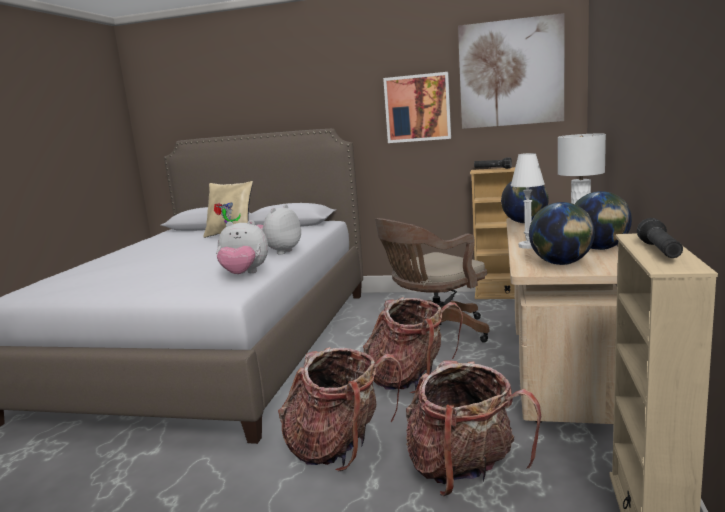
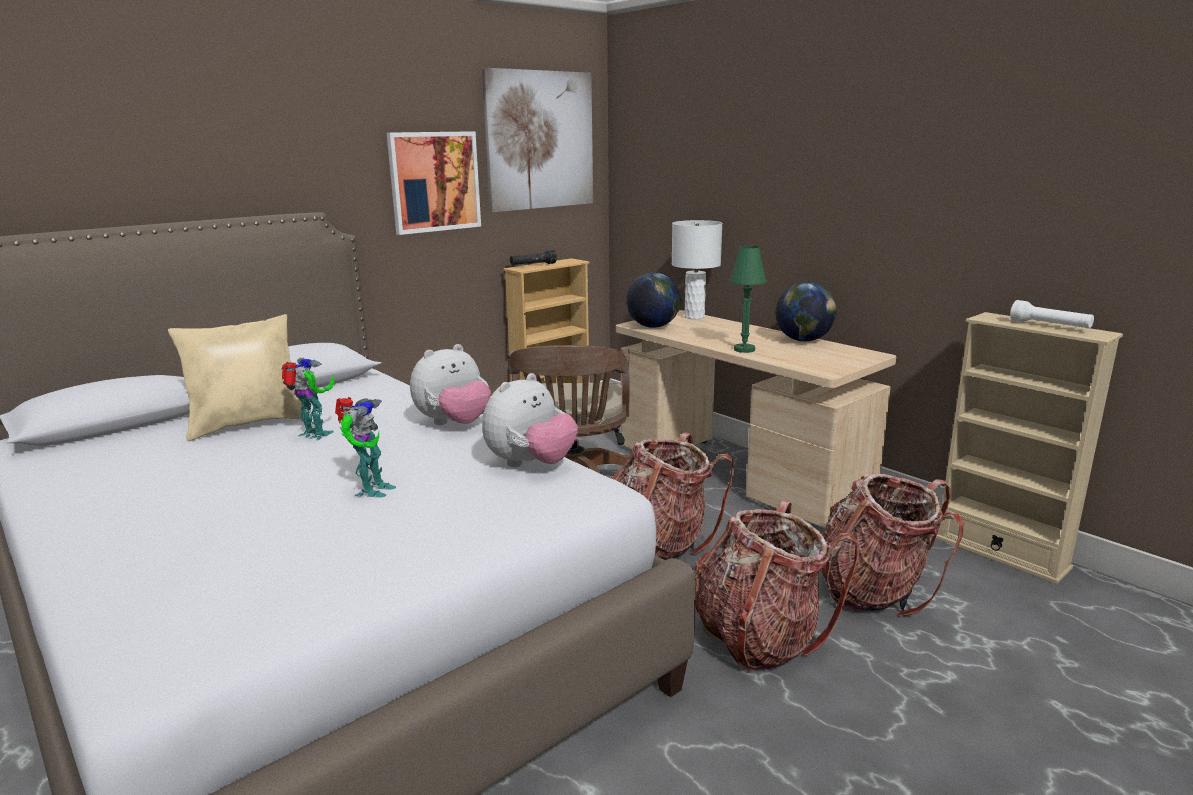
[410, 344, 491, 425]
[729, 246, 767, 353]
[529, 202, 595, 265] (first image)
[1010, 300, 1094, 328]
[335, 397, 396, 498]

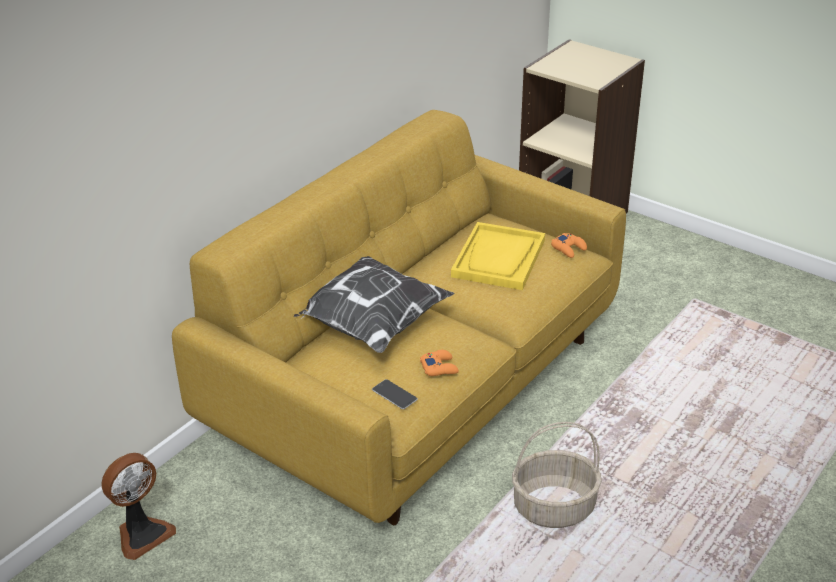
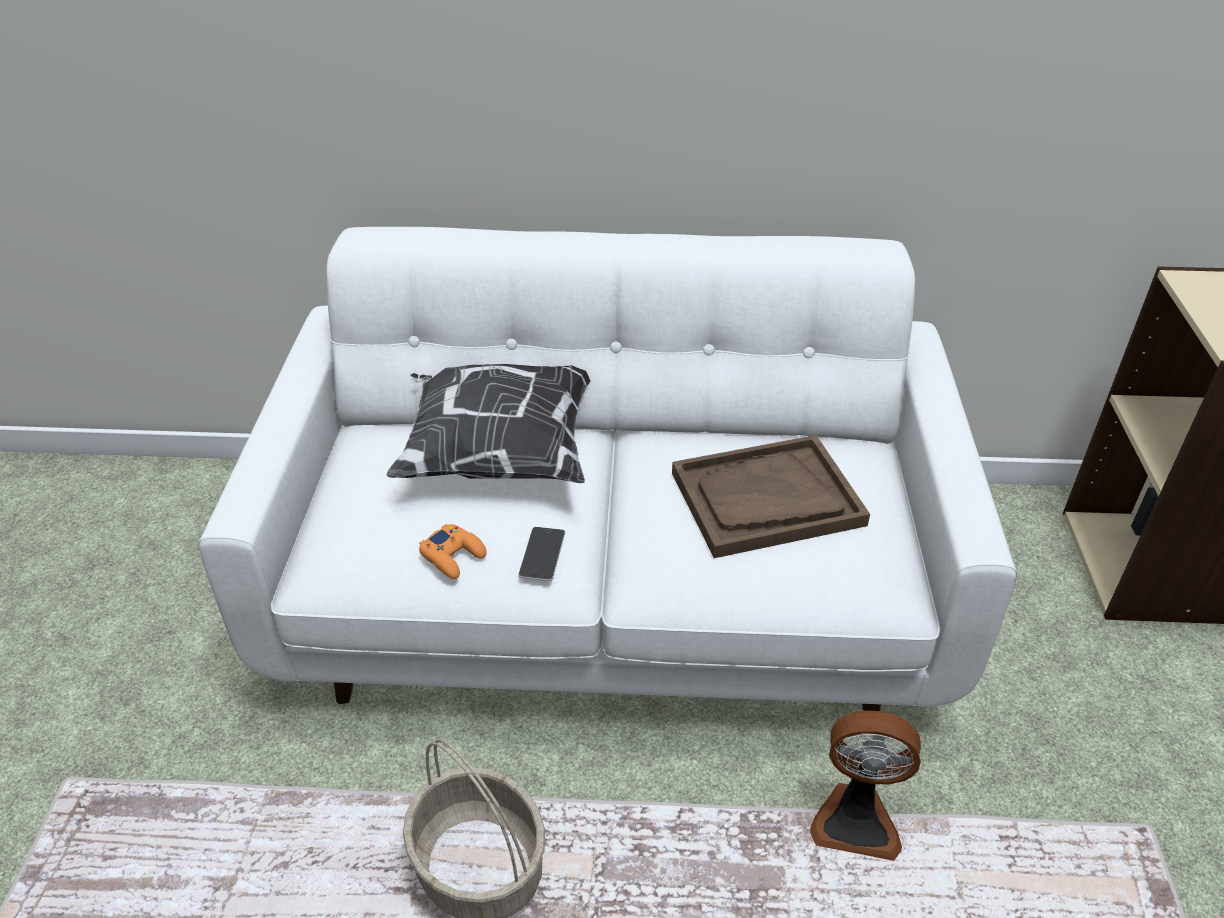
[810, 711, 921, 861]
[198, 227, 1017, 711]
[518, 527, 565, 581]
[672, 435, 870, 558]
[551, 233, 587, 258] (first image)

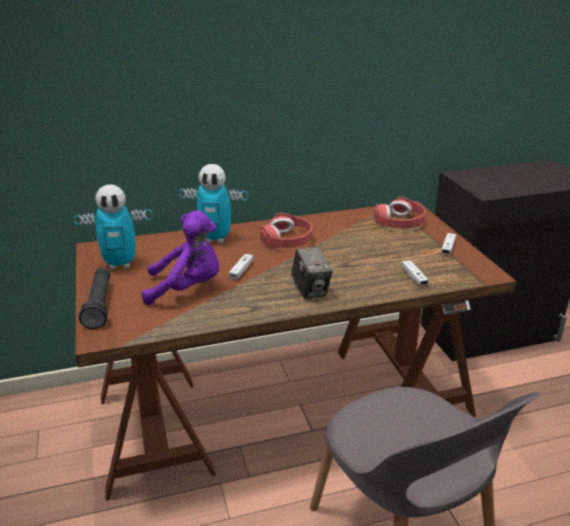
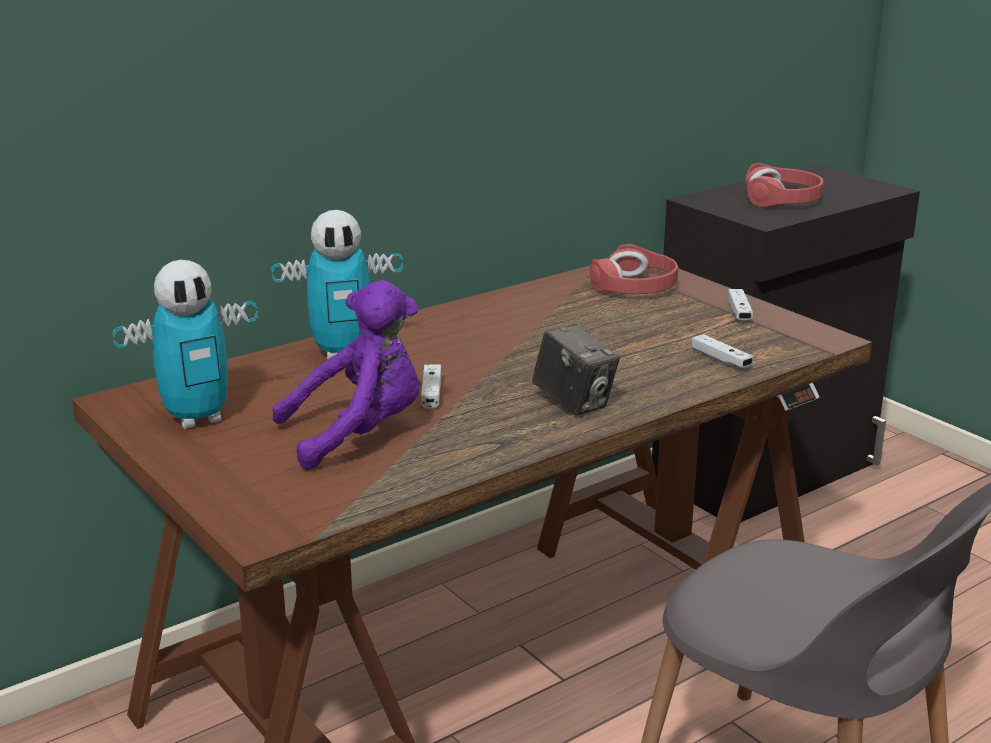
[79, 268, 110, 329] (first image)
[745, 163, 824, 208]

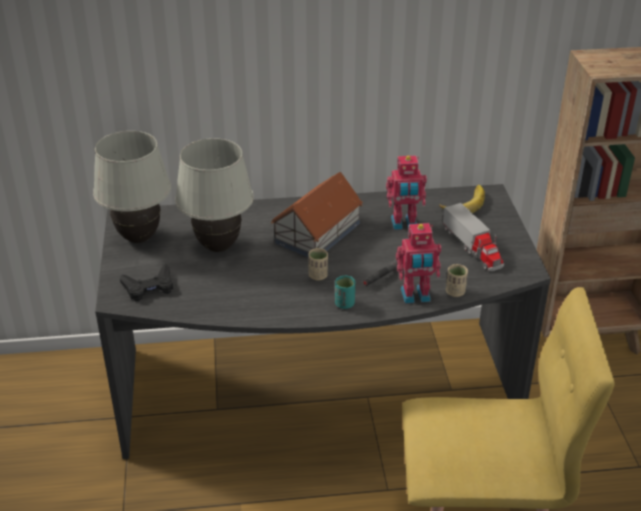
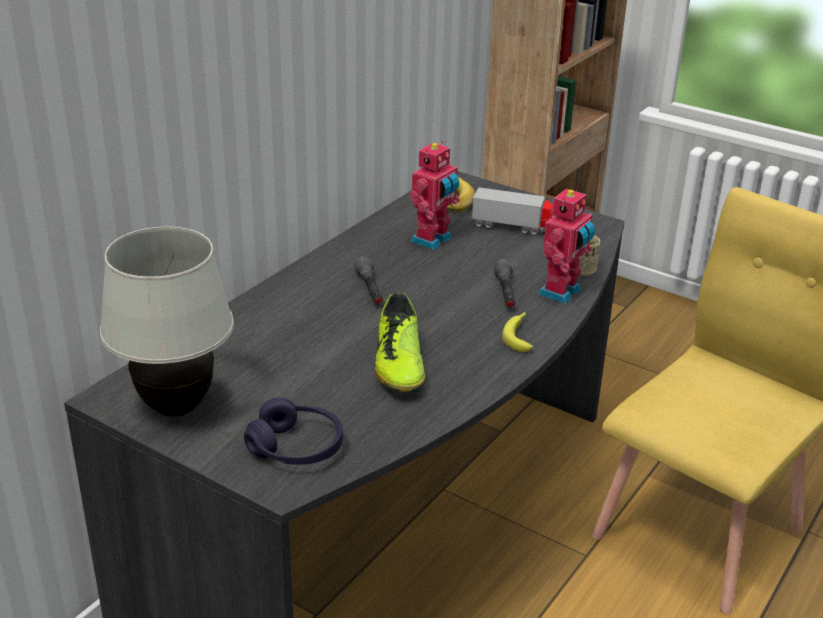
[244, 397, 343, 465]
[175, 138, 254, 252] (first image)
[354, 256, 383, 305]
[308, 248, 328, 280] (first image)
[502, 312, 533, 352]
[375, 293, 425, 392]

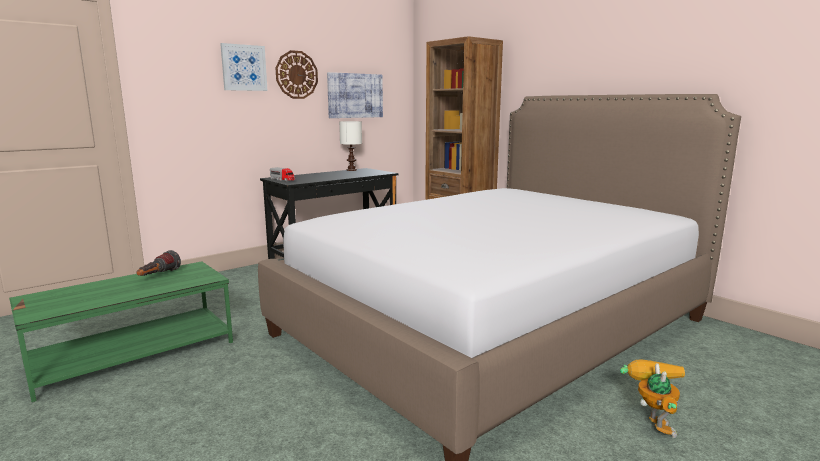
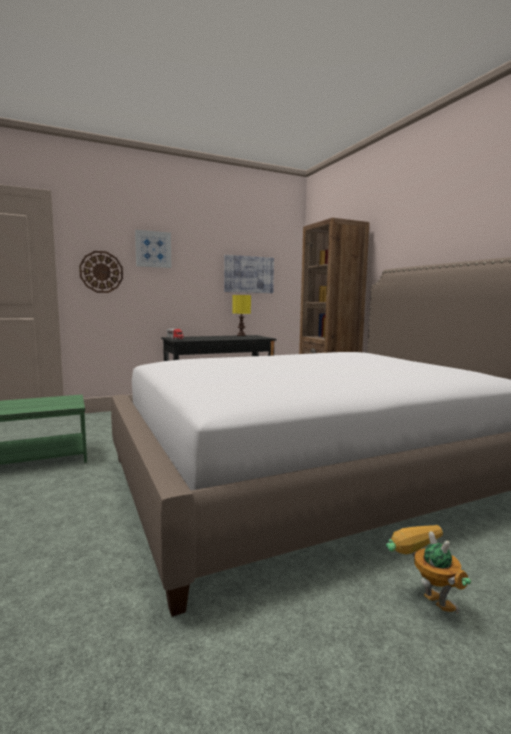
[137, 250, 181, 276] (first image)
[79, 251, 123, 293]
[232, 295, 251, 336]
[386, 525, 471, 614]

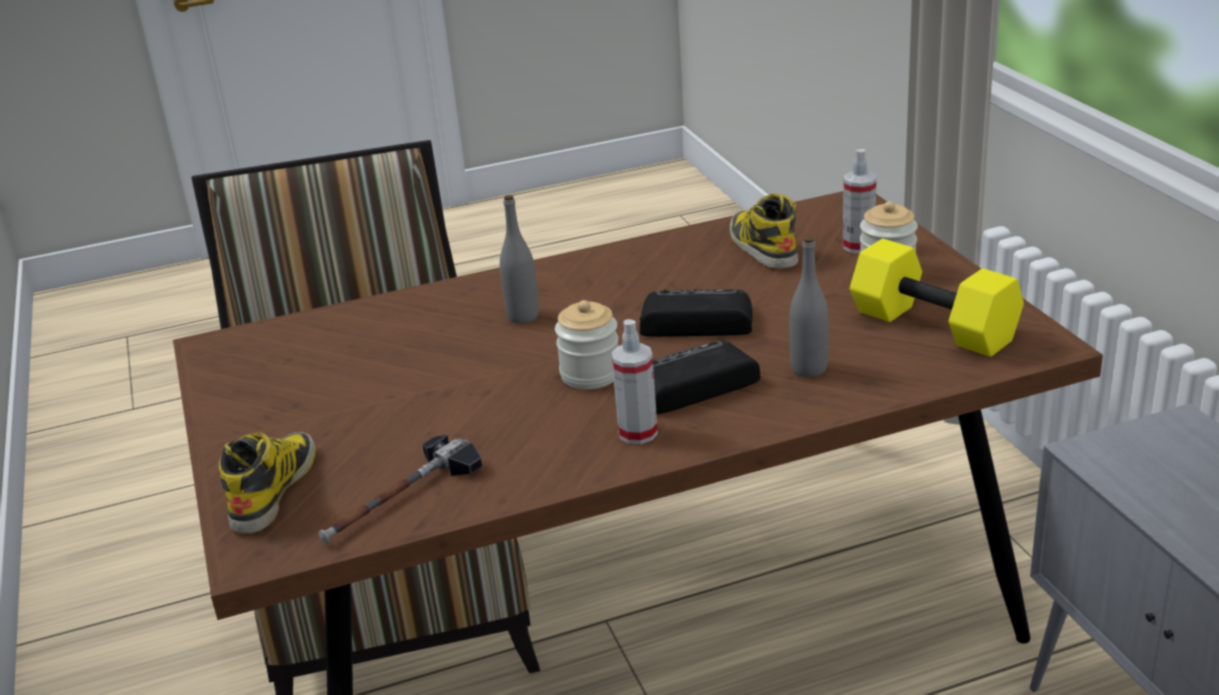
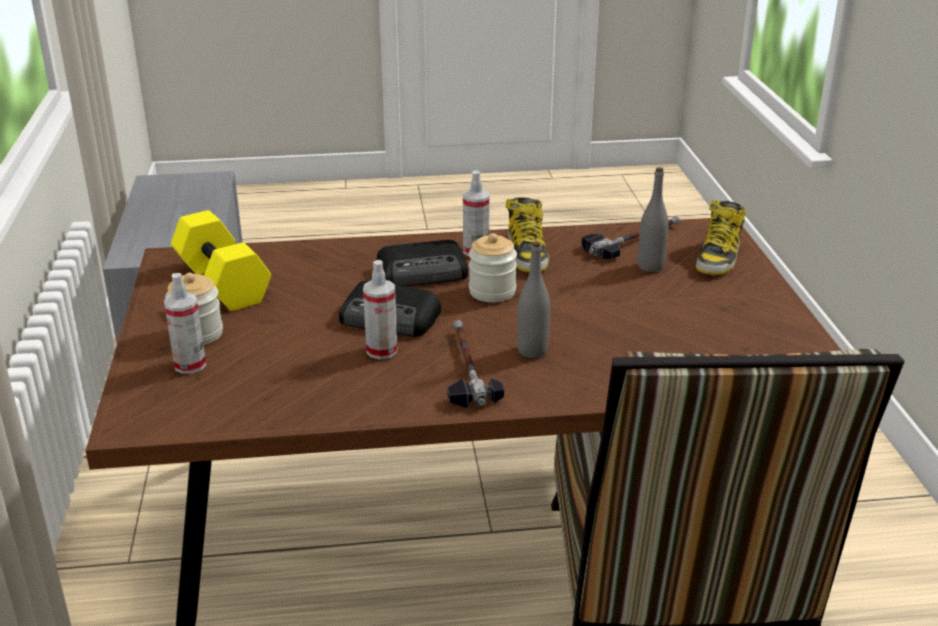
[506, 197, 549, 272]
[638, 167, 669, 272]
[363, 260, 397, 359]
[447, 320, 504, 409]

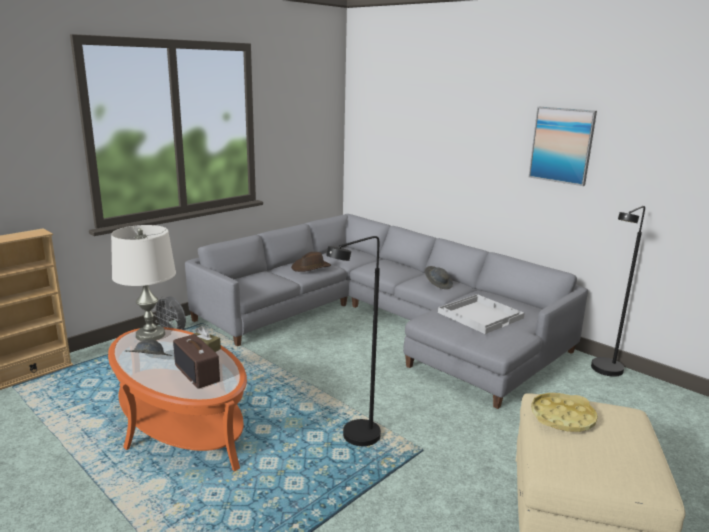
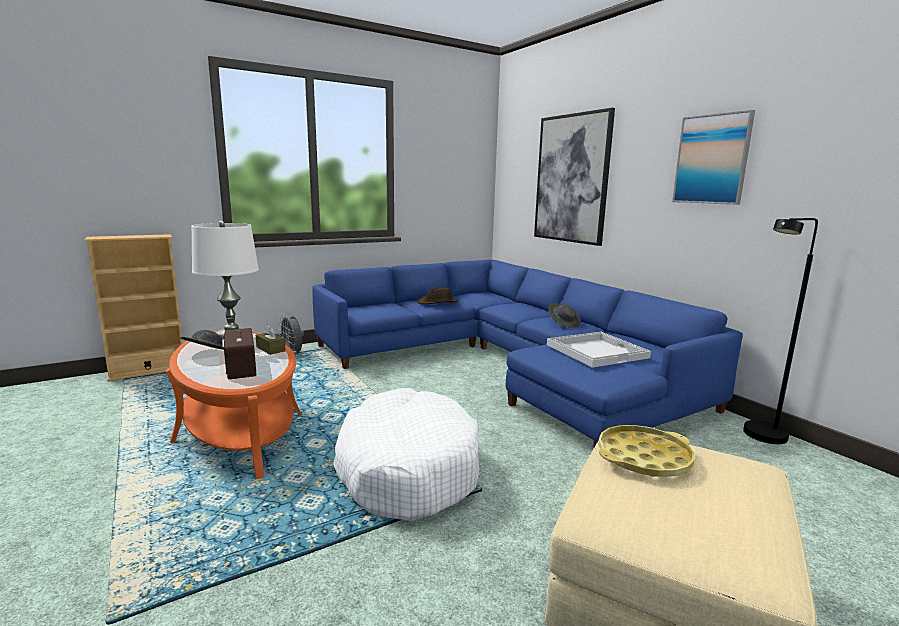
[312, 260, 743, 447]
[333, 388, 479, 521]
[534, 108, 615, 246]

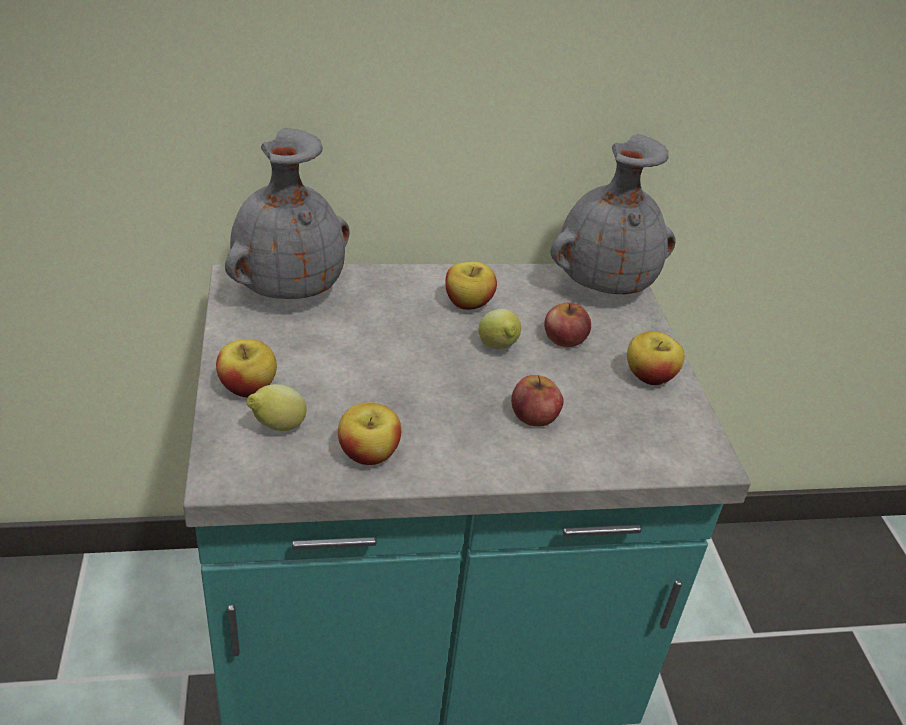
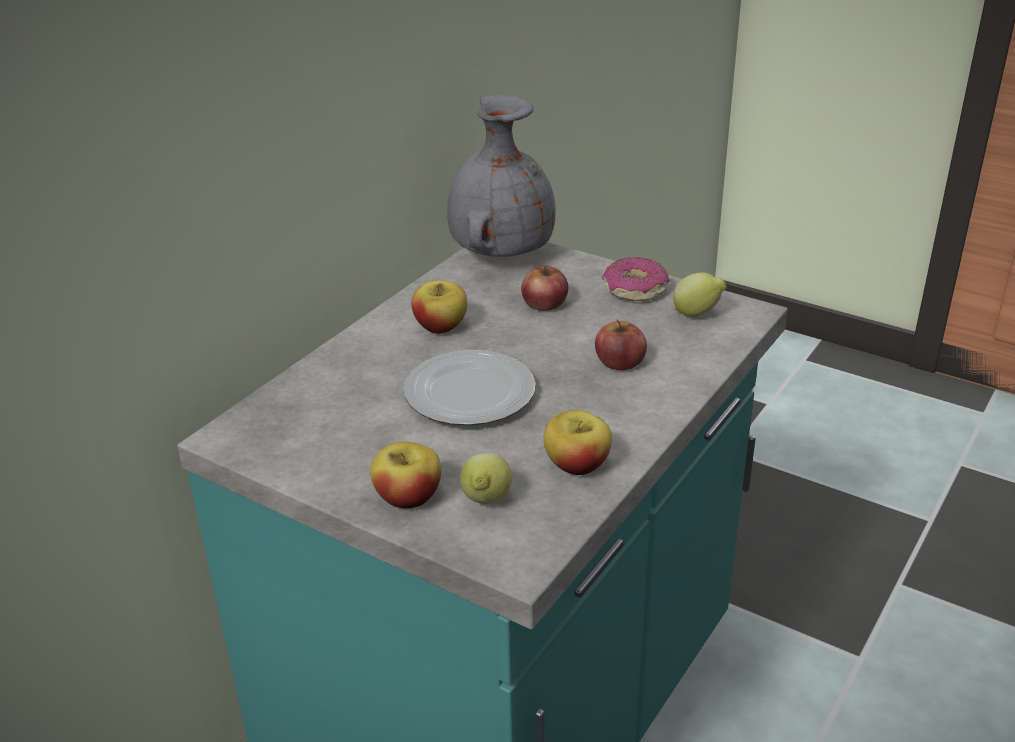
[225, 128, 349, 299] (first image)
[673, 272, 727, 317]
[602, 257, 669, 301]
[404, 350, 536, 425]

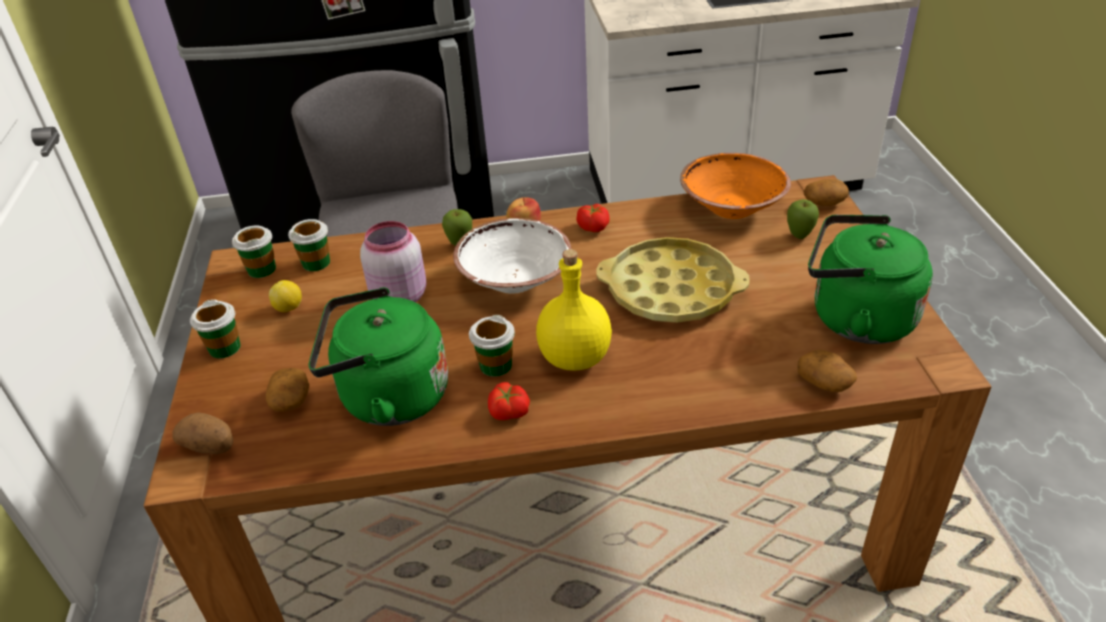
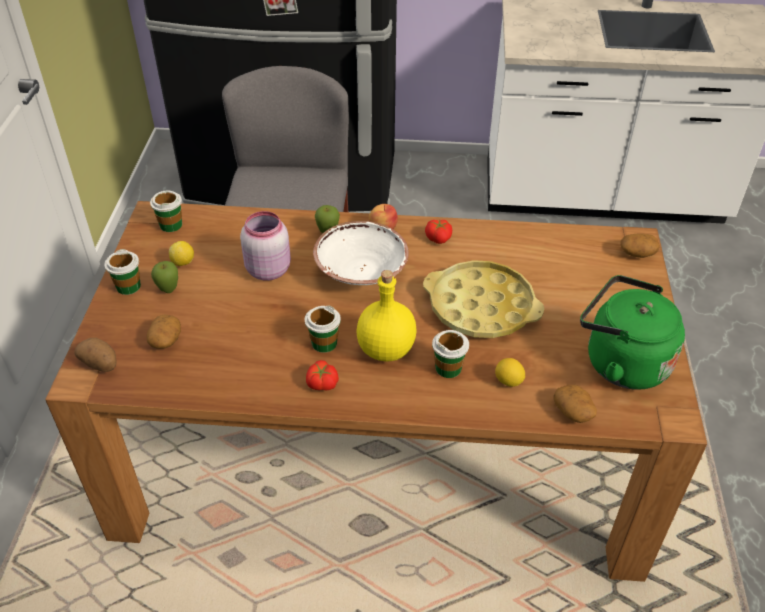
[432, 330, 469, 378]
[308, 287, 448, 426] (first image)
[680, 153, 791, 219] (first image)
[151, 261, 178, 293]
[495, 358, 525, 387]

